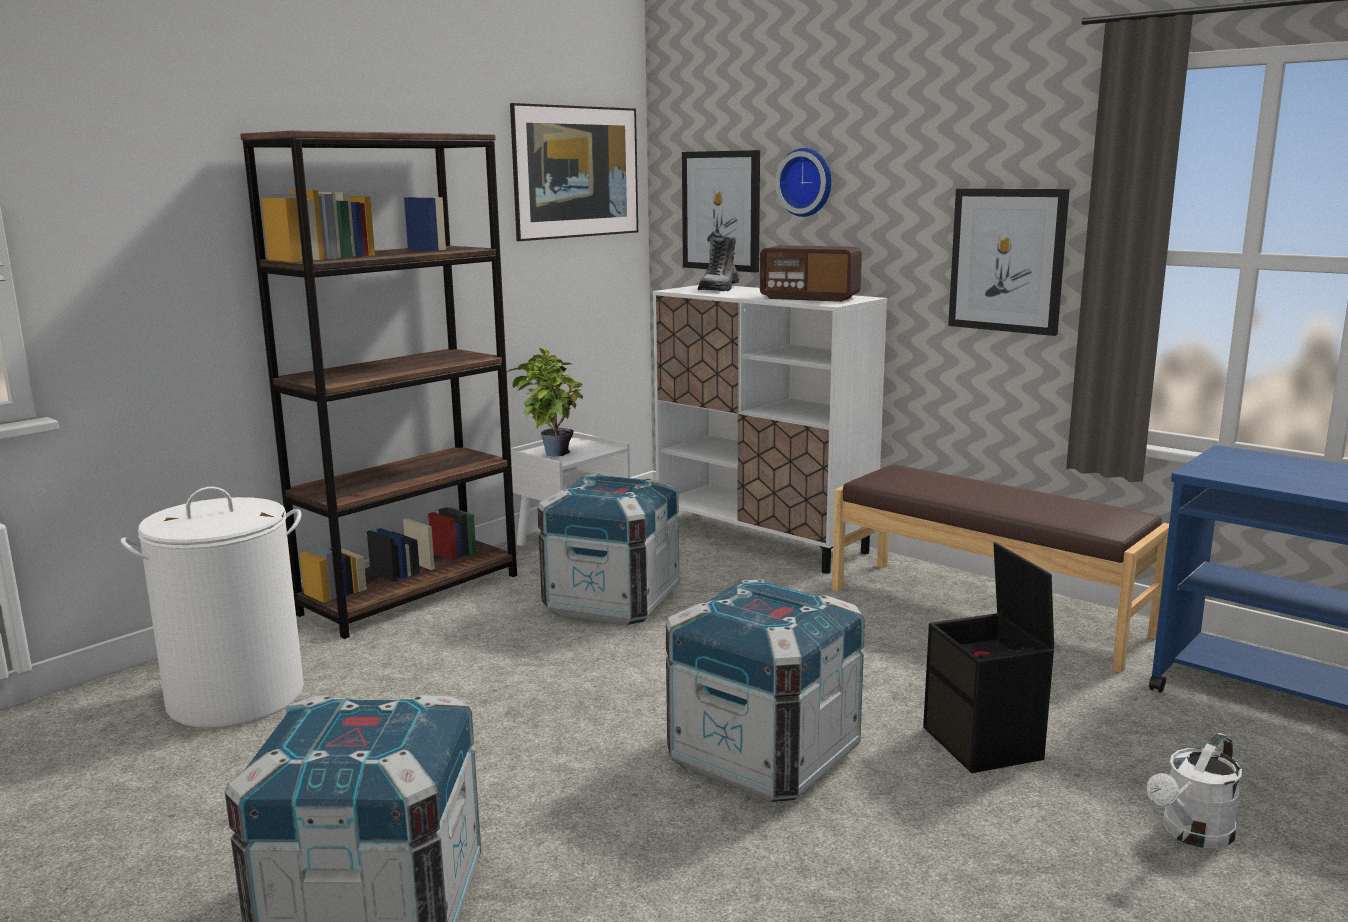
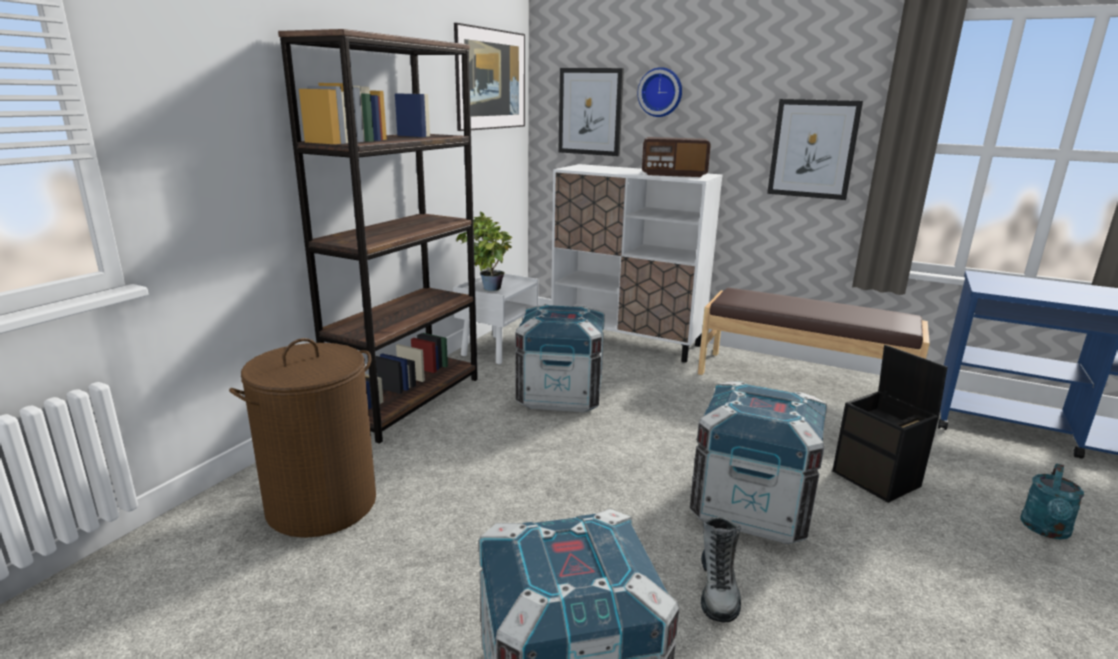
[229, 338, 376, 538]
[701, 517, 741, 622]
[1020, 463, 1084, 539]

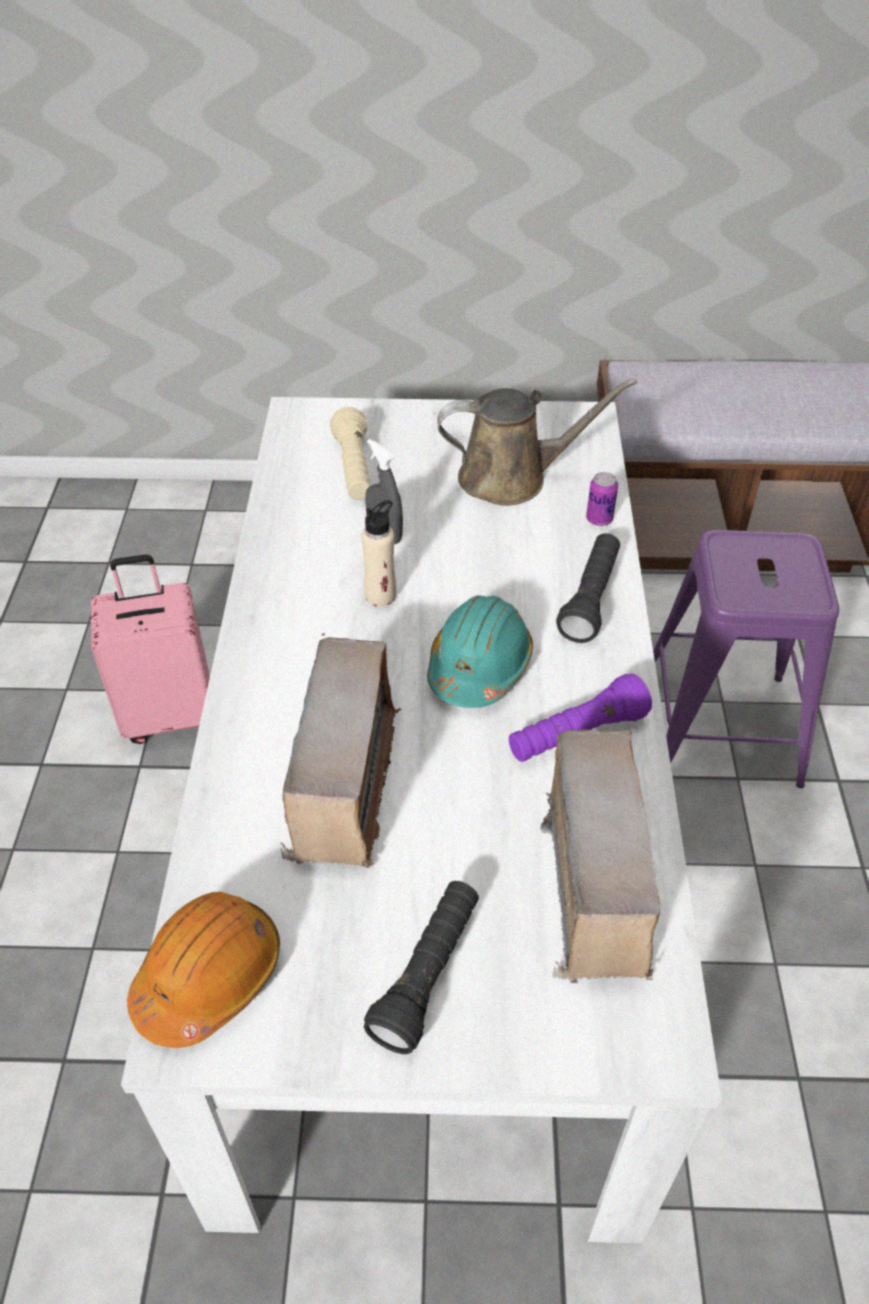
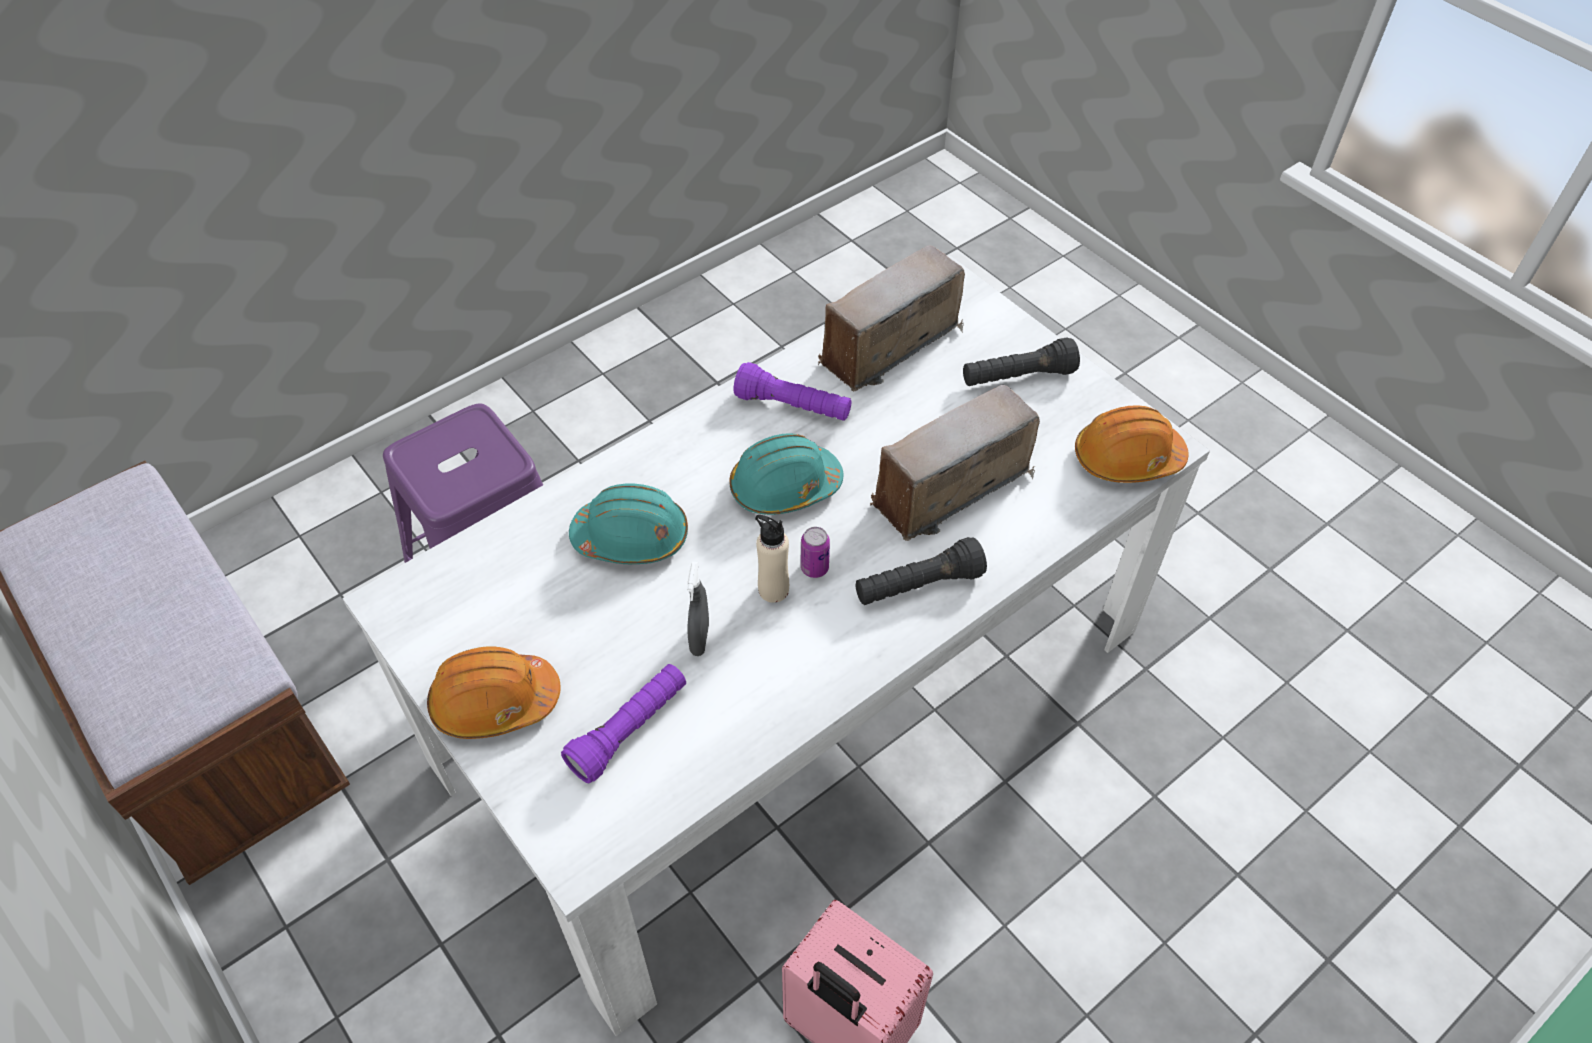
[561, 664, 686, 783]
[437, 378, 637, 506] (first image)
[856, 537, 987, 605]
[801, 527, 830, 578]
[427, 646, 561, 739]
[569, 483, 688, 564]

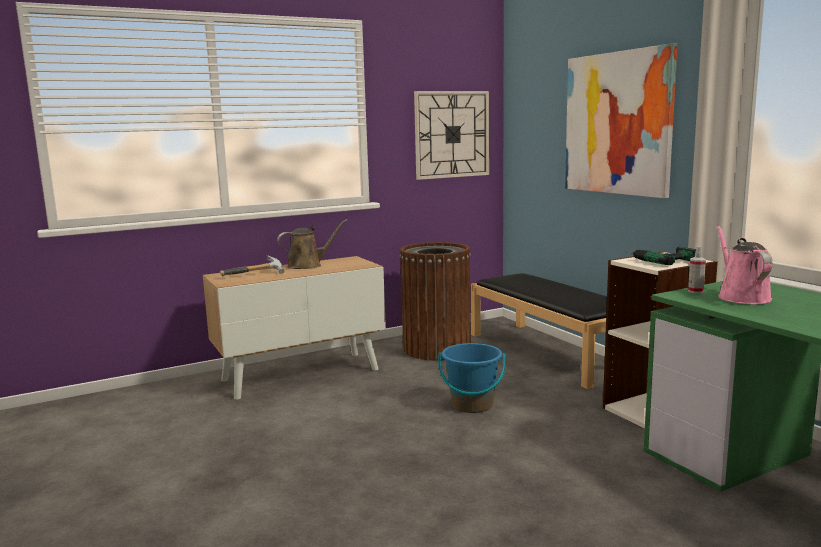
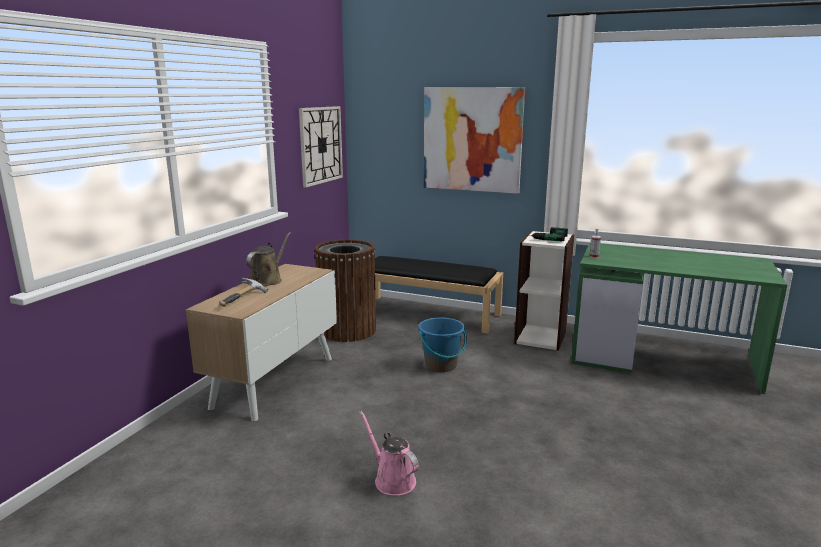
[359, 411, 419, 496]

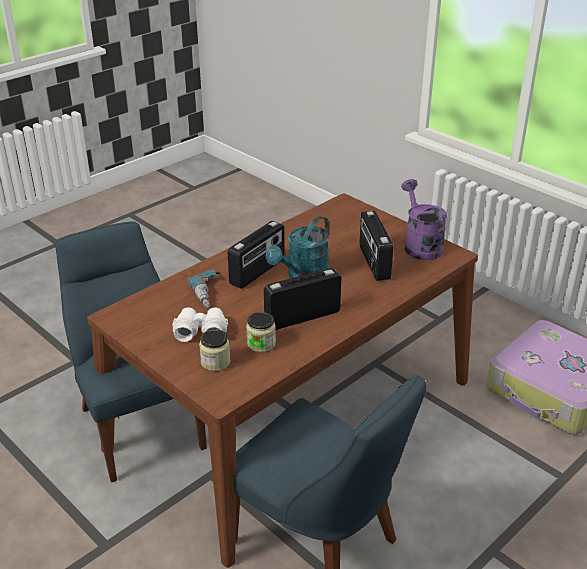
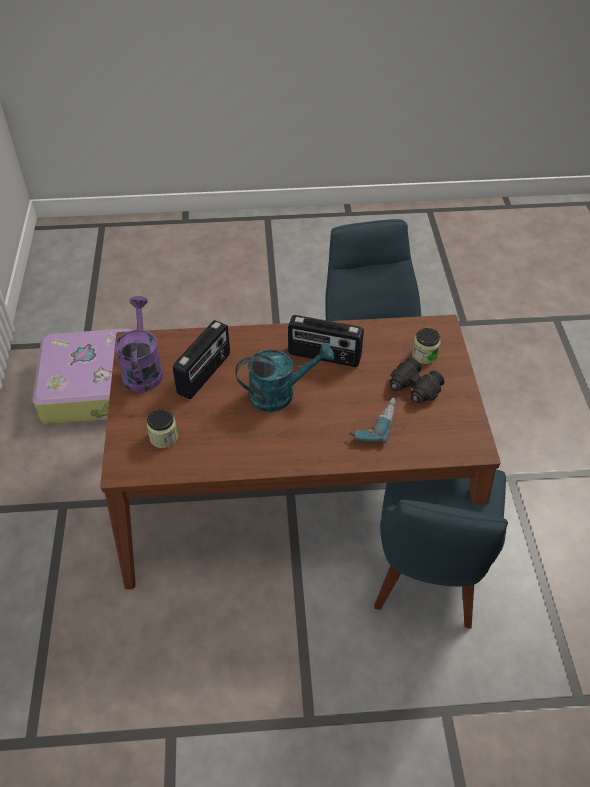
[390, 358, 444, 403]
[228, 221, 285, 289] (first image)
[147, 409, 178, 448]
[115, 296, 163, 393]

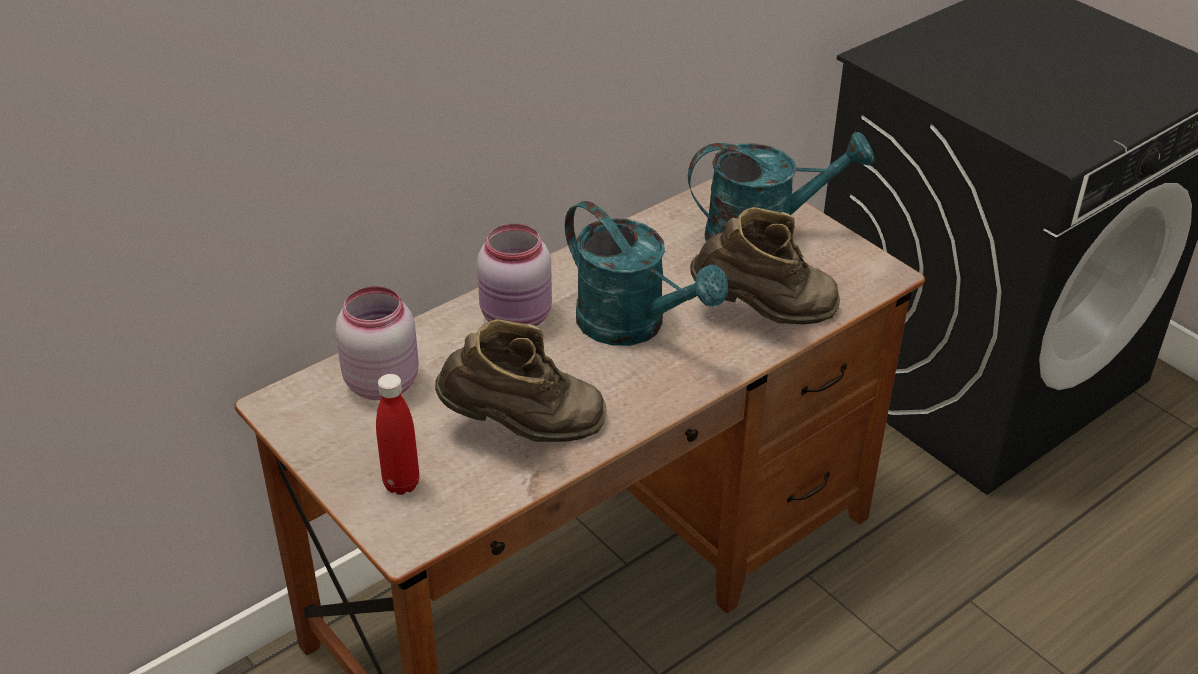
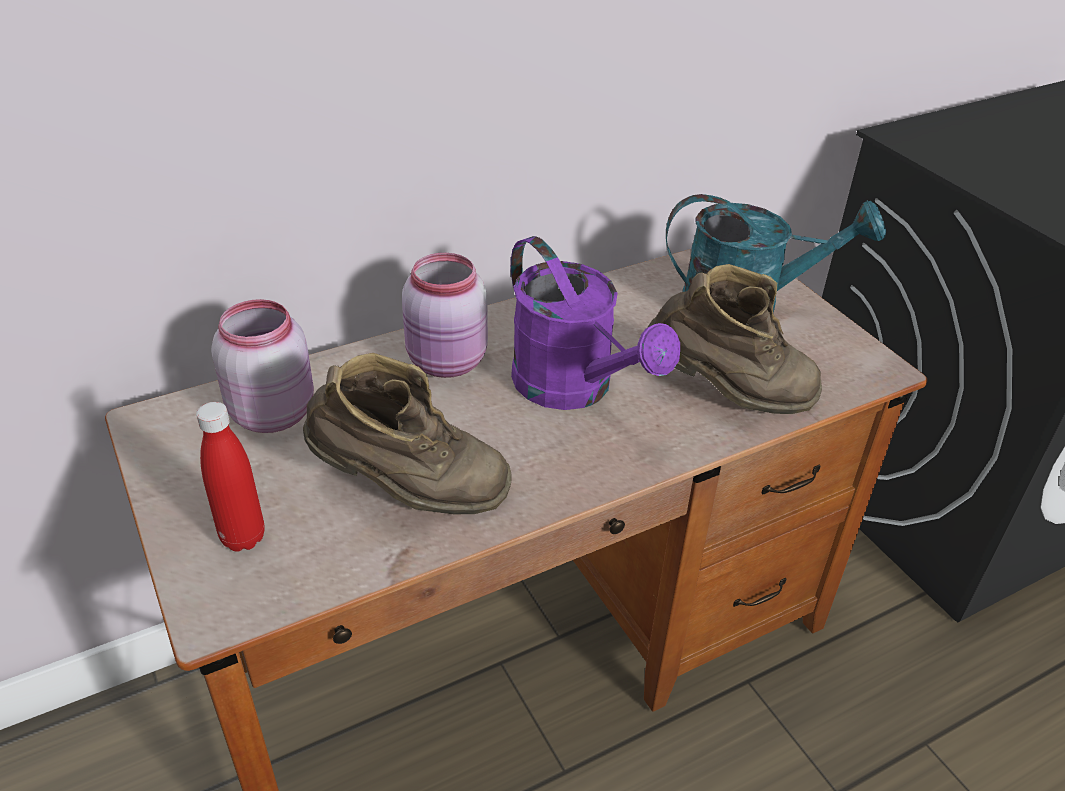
[511, 236, 680, 410]

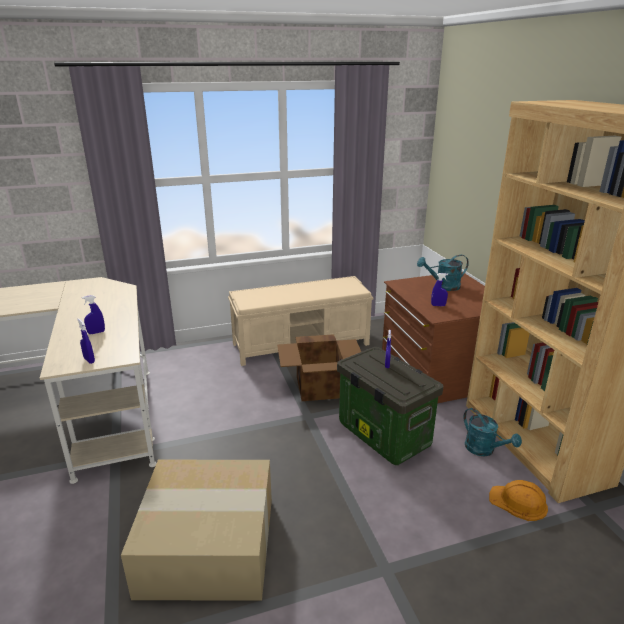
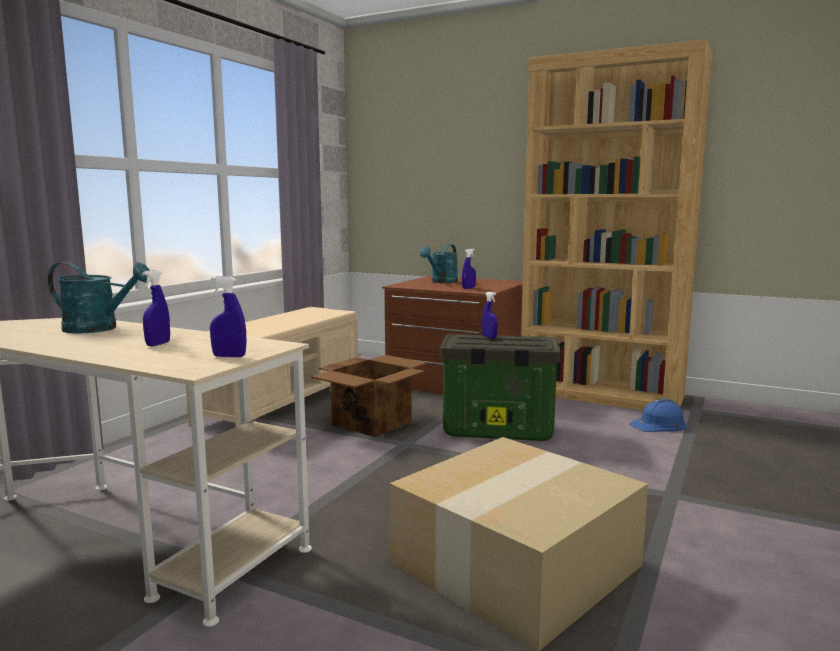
[48, 262, 150, 334]
[630, 399, 687, 432]

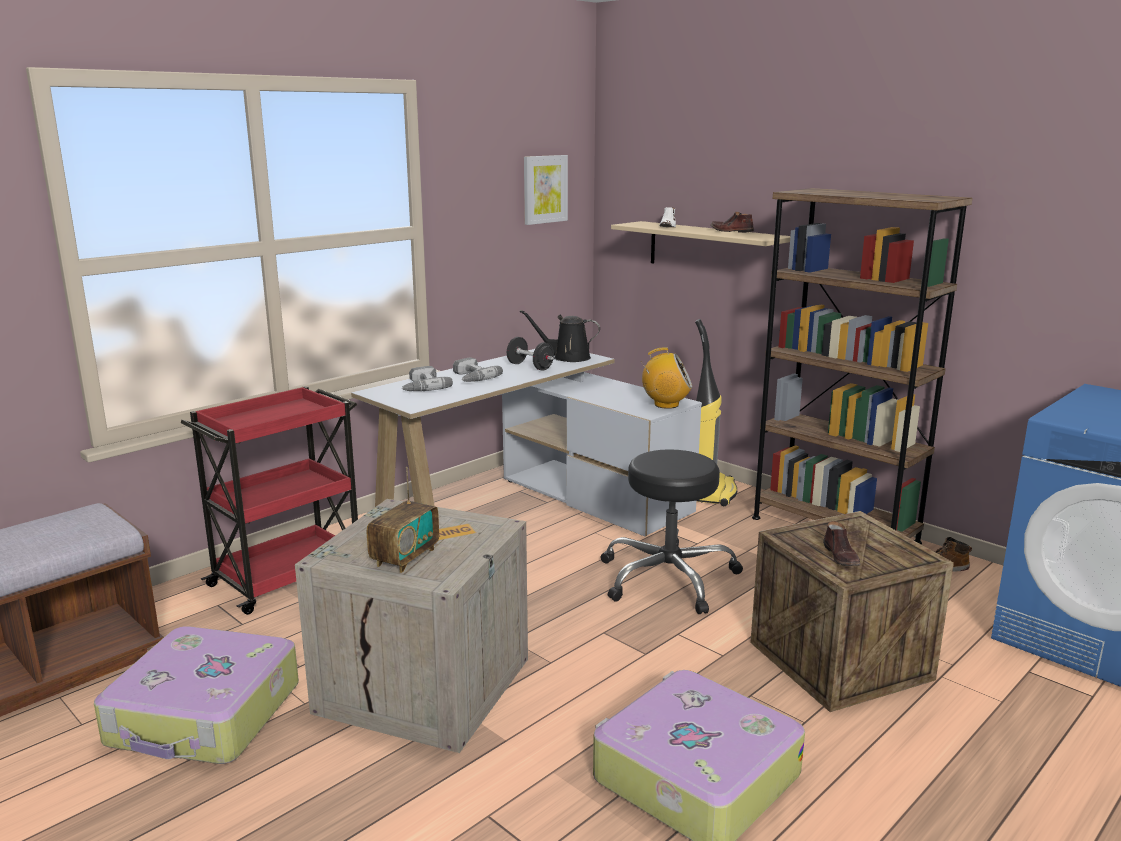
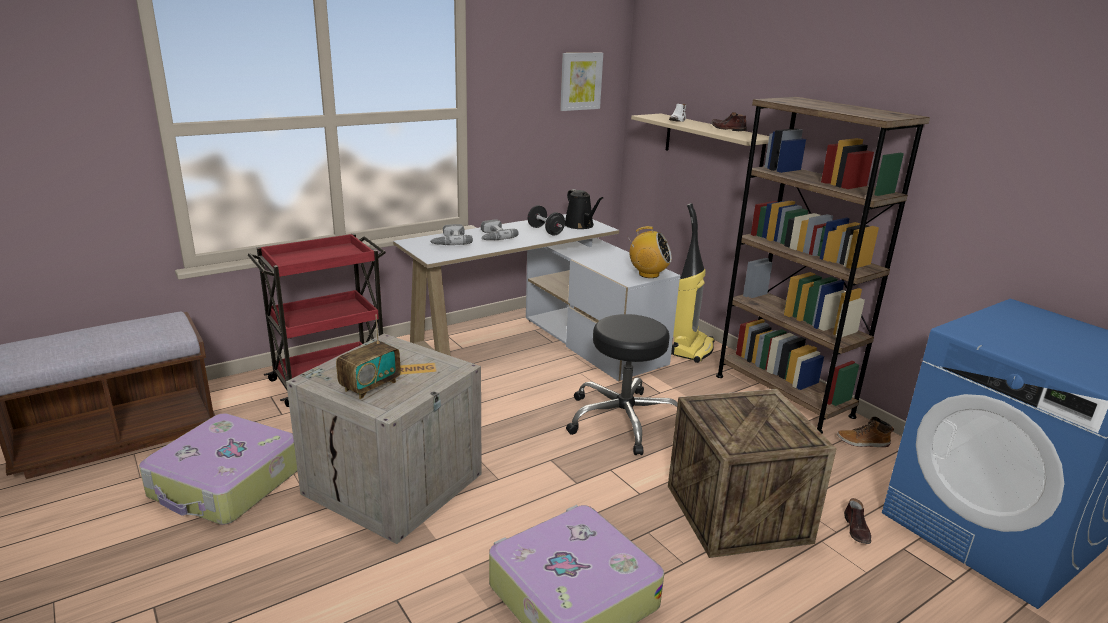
[565, 189, 603, 229]
[844, 498, 871, 544]

